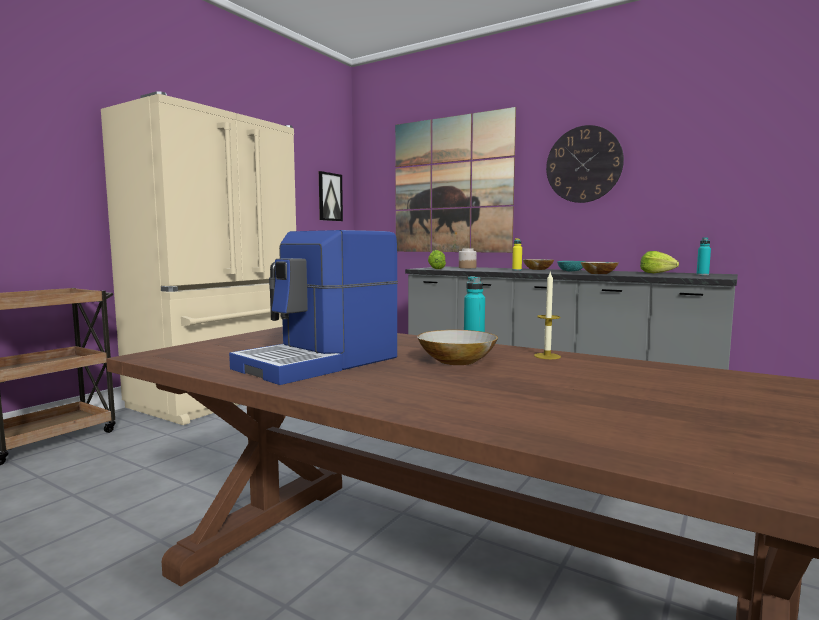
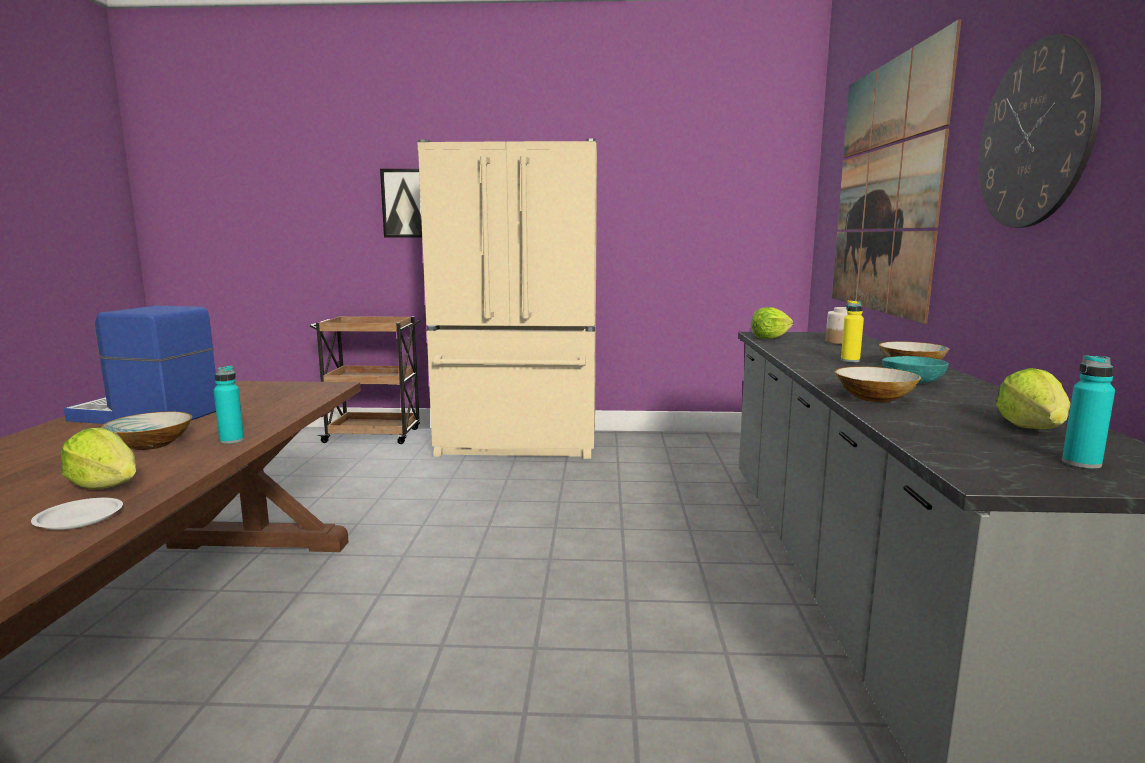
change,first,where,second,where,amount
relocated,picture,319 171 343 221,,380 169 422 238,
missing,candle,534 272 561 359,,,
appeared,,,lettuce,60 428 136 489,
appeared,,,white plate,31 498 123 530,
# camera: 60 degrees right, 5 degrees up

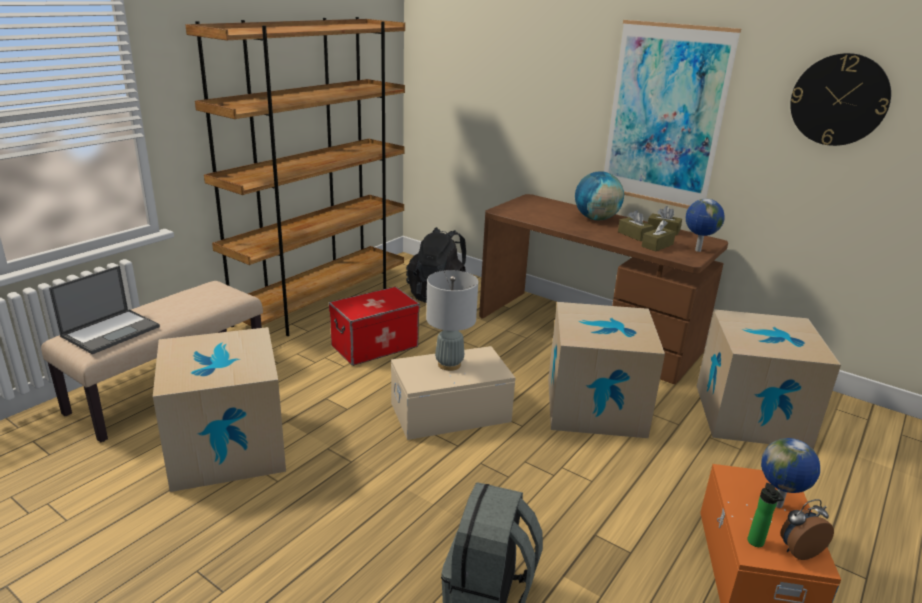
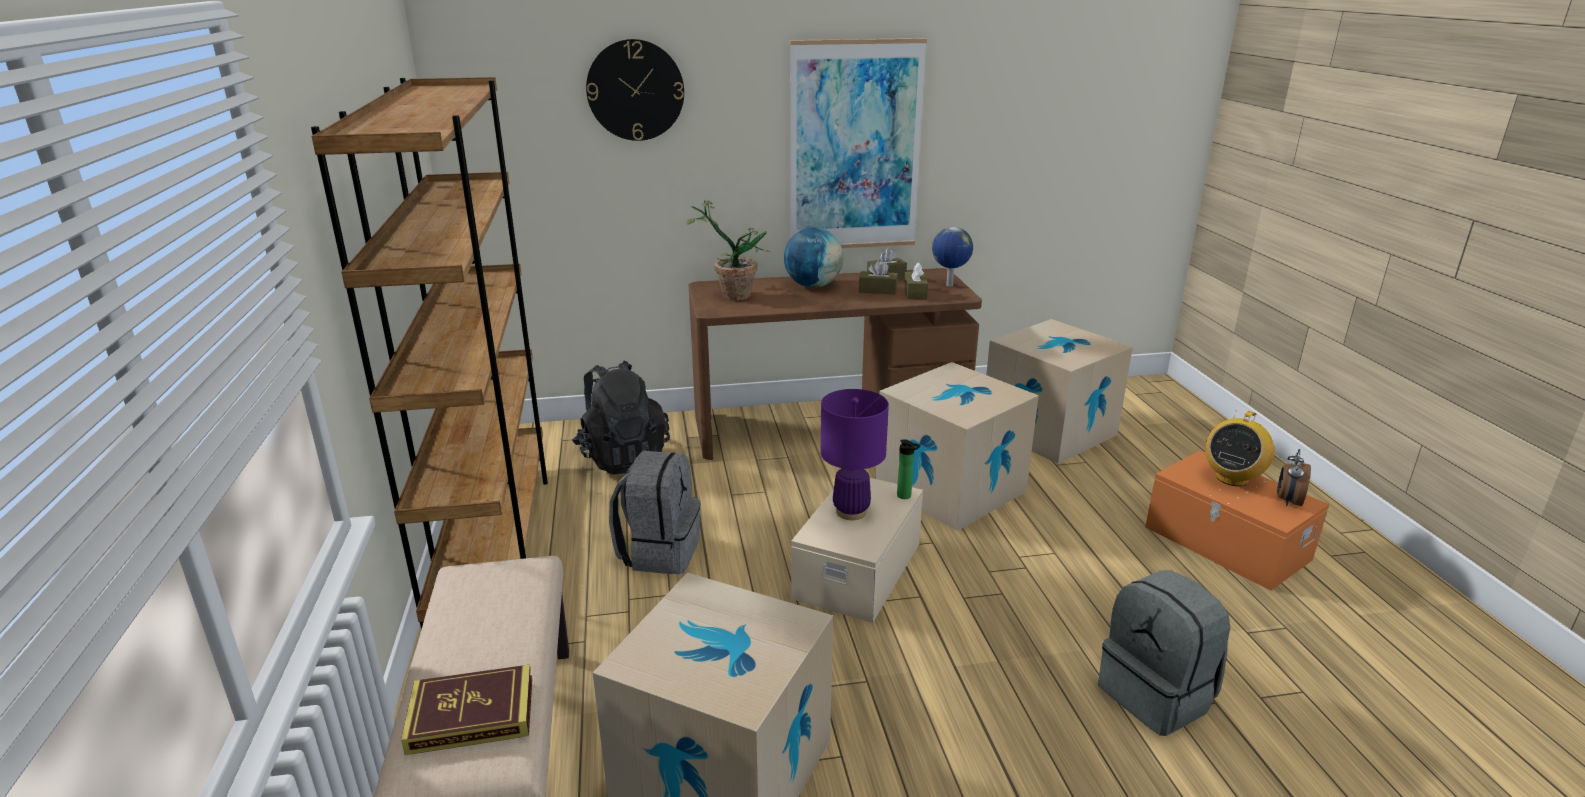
change,first,where,second,where,amount
relocated,wall clock,790 53 891 146,,586 39 684 141,
exchanged,laptop,49 266 160 354,book,401 665 532 755,
colour,grey table lamp,426 270 478 371,purple table lamp,821 389 889 520,
exchanged,storage box,329 287 420 366,grey backpack,609 451 701 574,
exchanged,globe,761 438 820 508,radio,1205 411 1275 486,
relocated,bottle,748 483 784 547,,897 440 921 499,
appeared,,,potted plant,686 200 770 301,
# camera: 45 degrees left, 0 degrees up

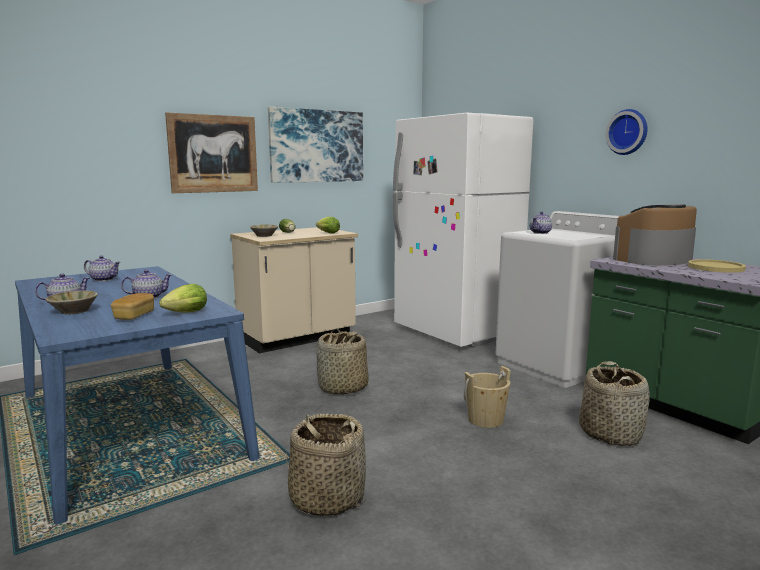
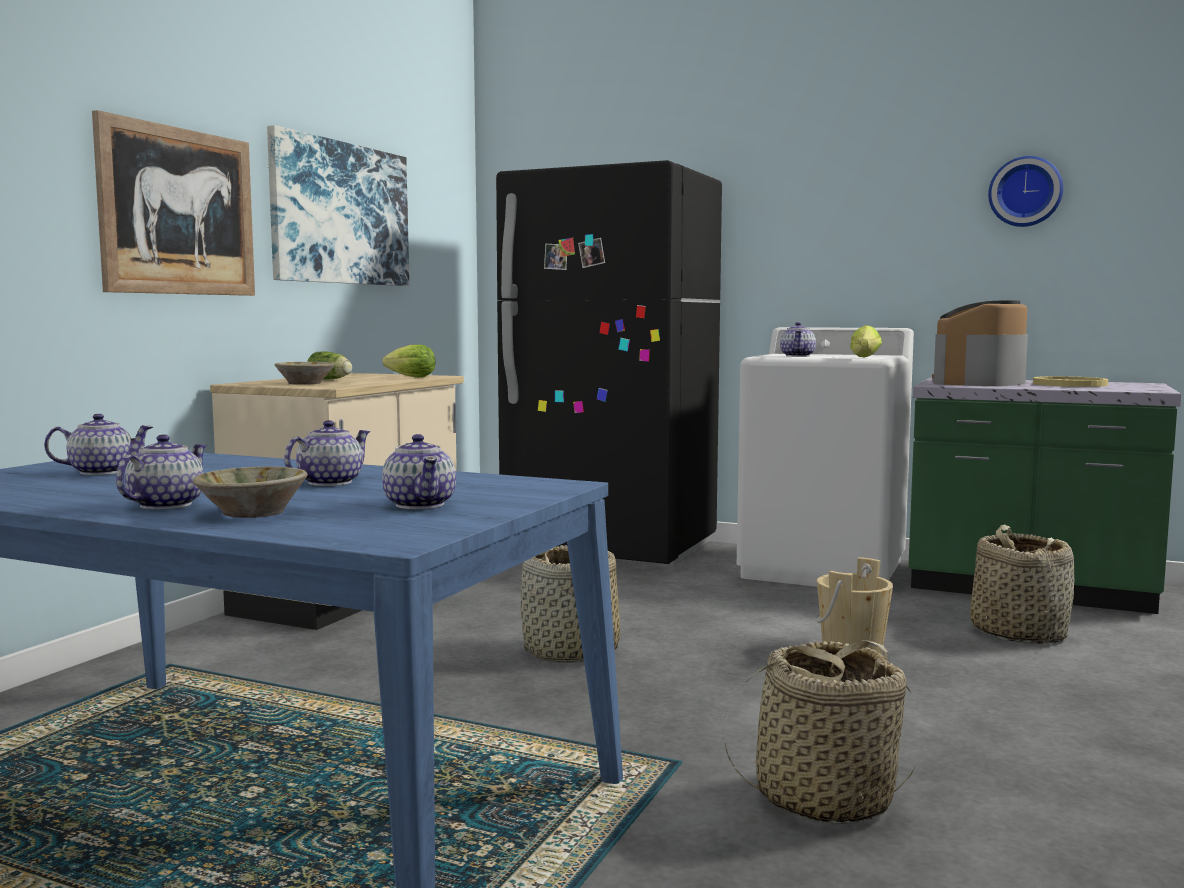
change,first,where,second,where,amount
relocated,wall clock,605 109 648 155,,988 156 1063 227,
colour,white fridge,393 113 533 347,black fridge,496 160 722 565,
relocated,lettuce,159 284 207 313,,850 325 882 358,
exchanged,bread,111 293 154 320,teapot,382 434 456 509,
# camera: 30 degrees left, 5 degrees down

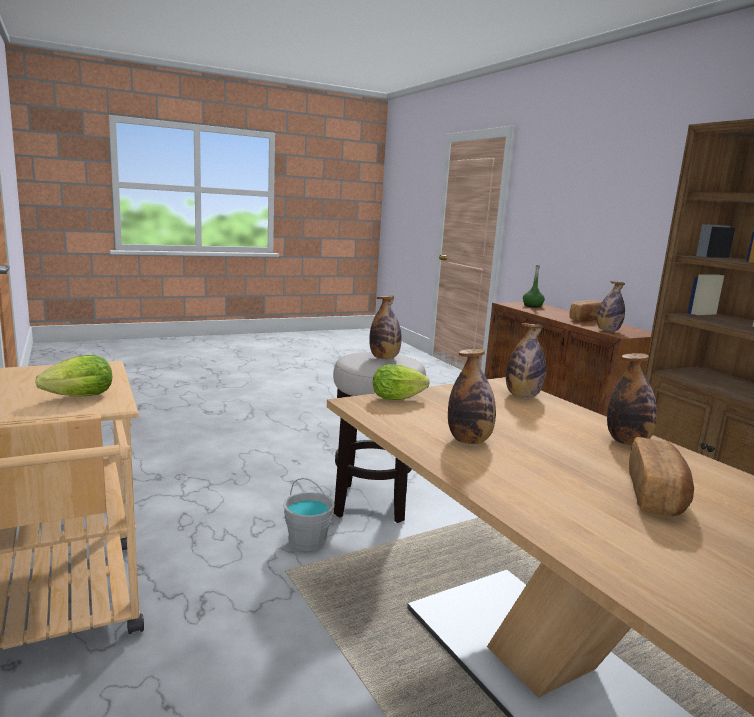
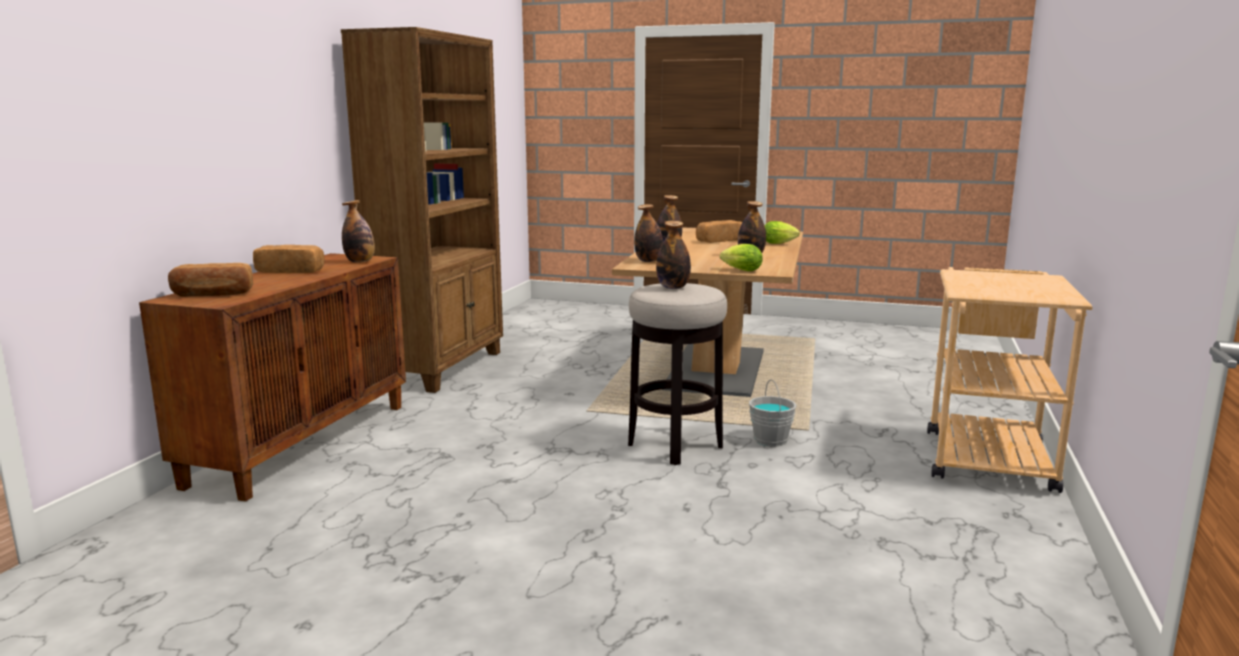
change,first,where,second,where,amount
exchanged,green bottle,523 265 545 308,bread,168 263 253 297,
relocated,lettuce,35 355 112 397,,764 221 800 244,
# camera: 135 degrees left, 0 degrees up

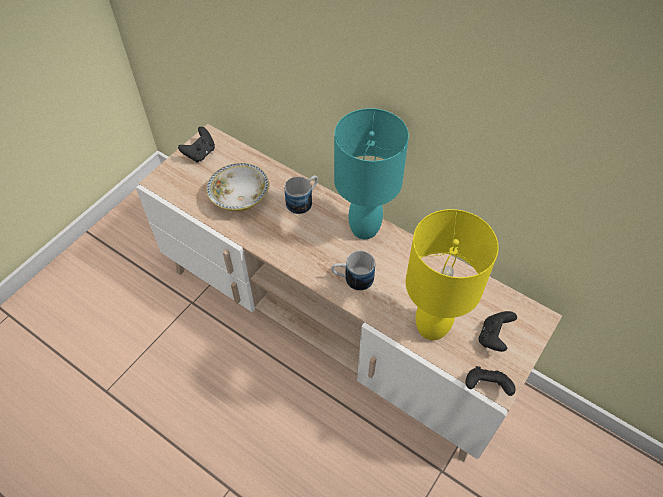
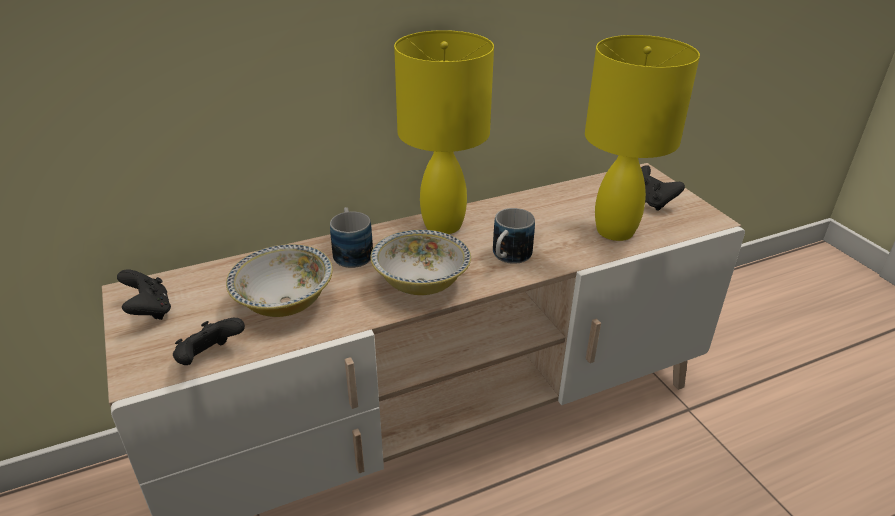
change,first,where,second,where,amount
colour,turquoise table lamp,334 108 409 239,yellow table lamp,394 30 494 234,
relocated,black game controller,466 366 516 396,,173 318 245 365,
appeared,,,bowl,370 230 471 295,
# camera: 60 degrees left, 20 degrees down

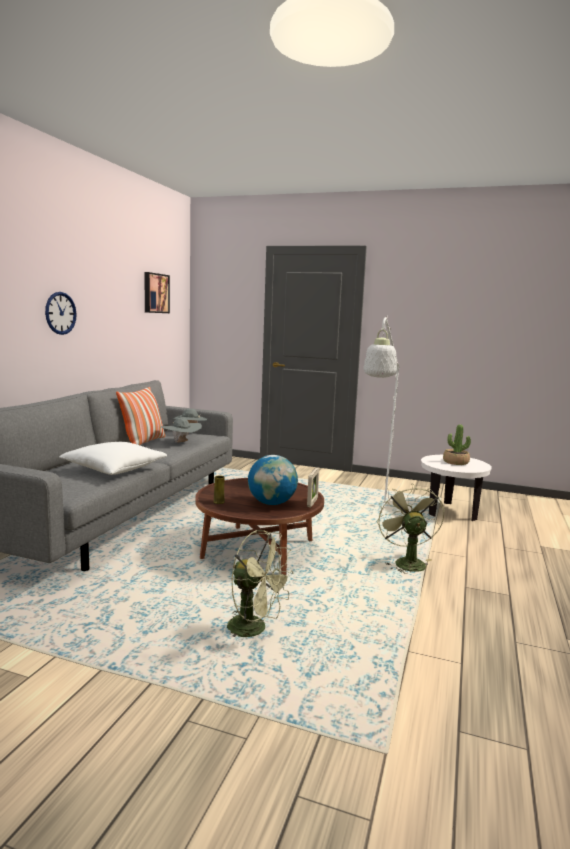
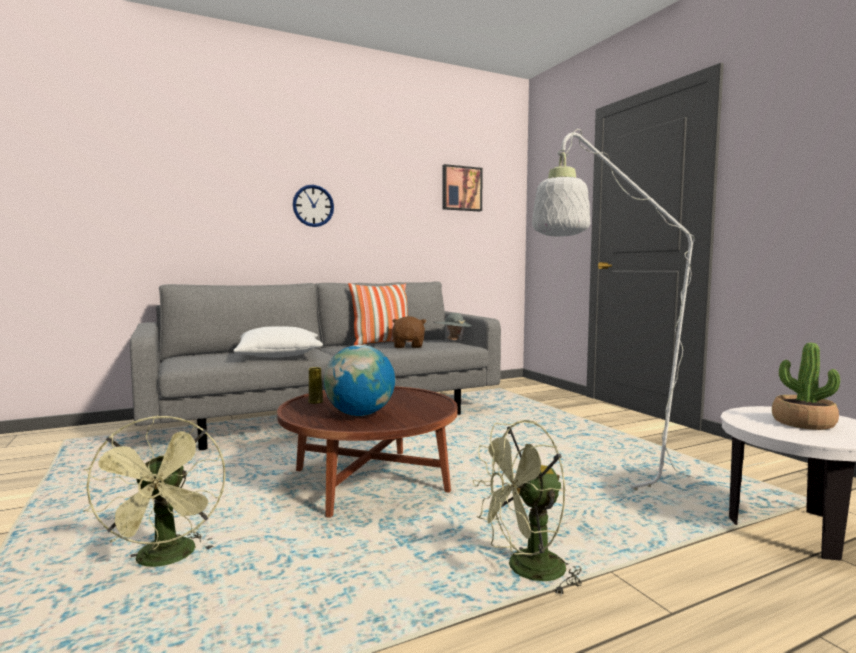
change,first,where,second,where,amount
exchanged,grey hat,161 418 202 443,brown plush toy,392 316 426 348,
missing,picture frame,307 468 319 507,,,
spun,green fan,377 483 444 574,,473 420 582 595,150 degrees counterclockwise
# camera: 45 degrees right, 5 degrees down

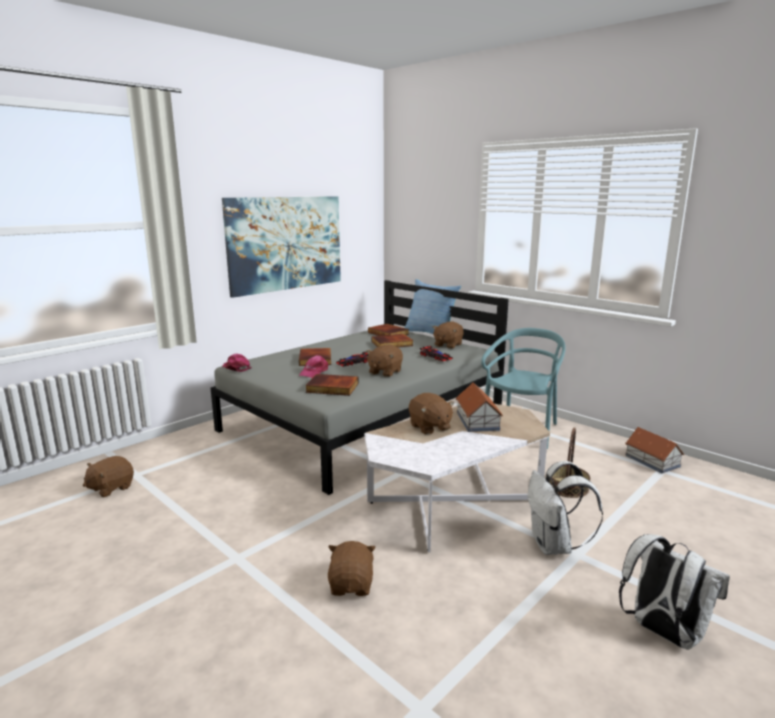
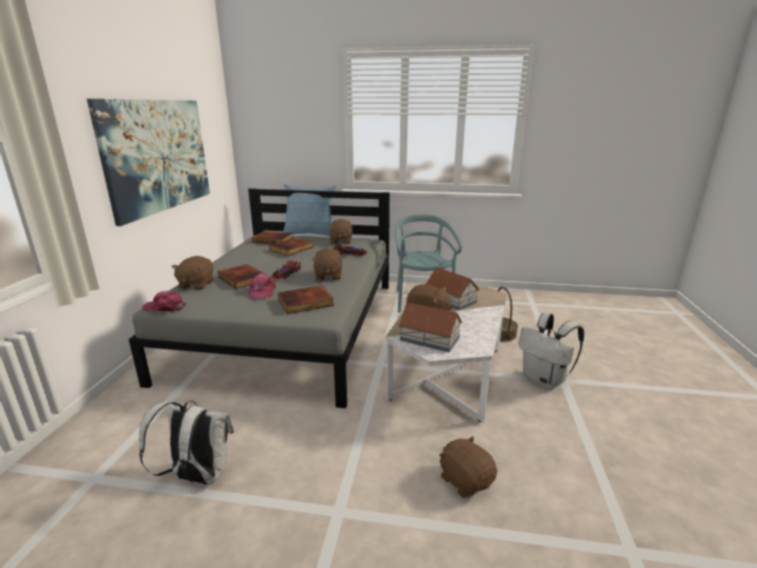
change,first,where,second,where,amount
relocated,toy house,625 427 685 473,,398 303 463 352,
relocated,brown plush toy,83 456 134 497,,172 256 214 290,
relocated,white backpack,619 534 730 650,,139 401 234 485,
# camera: 35 degrees left, 5 degrees up

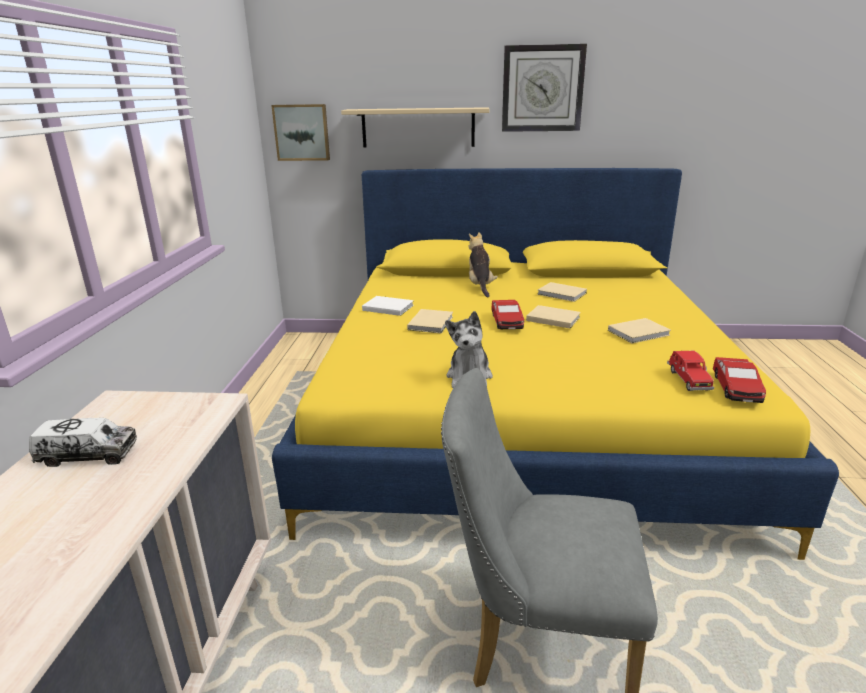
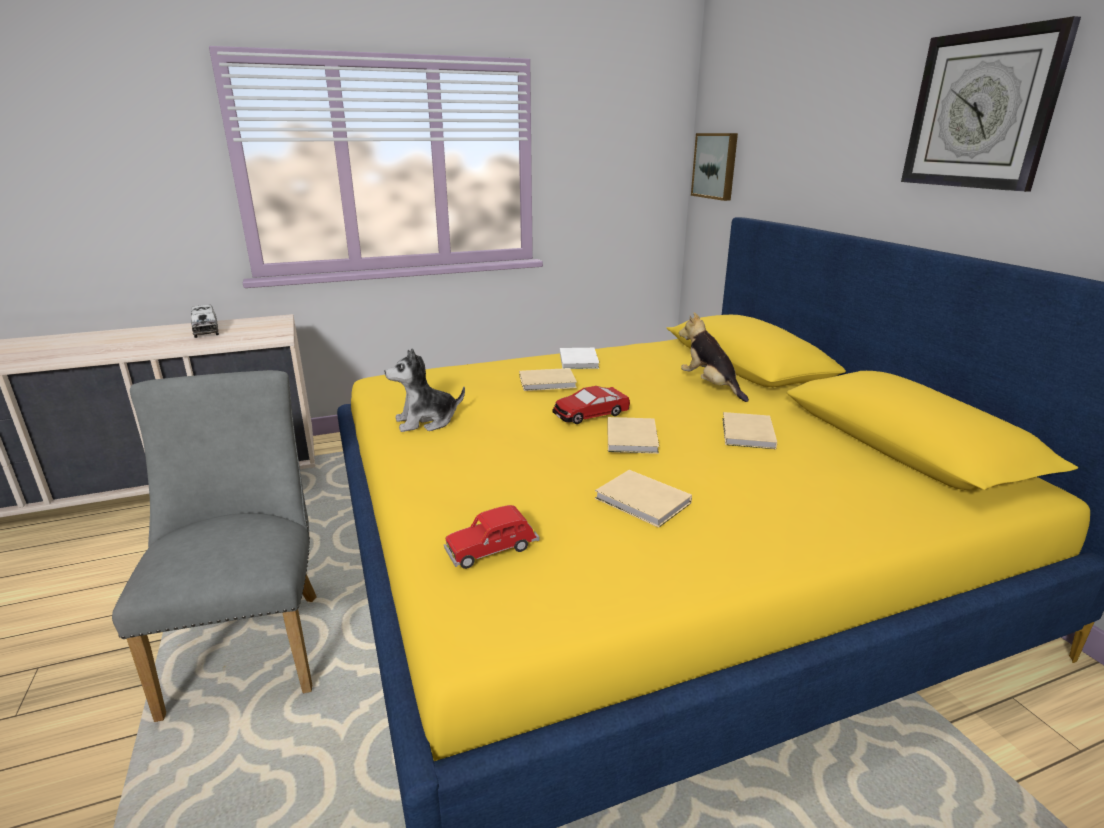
change,first,where,second,where,amount
missing,beige shelf,341 107 489 148,,,
spun,plush toy,468 232 498 297,,679 312 749 402,90 degrees counterclockwise
missing,toy car,713 357 766 403,,,
# camera: 65 degrees right, 0 degrees up

